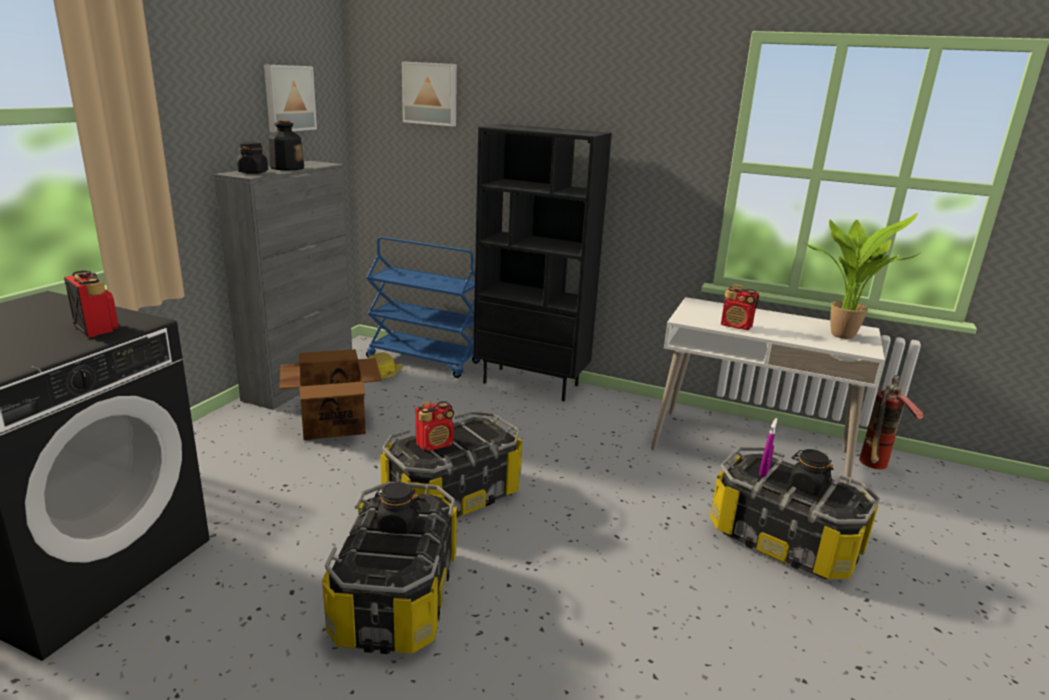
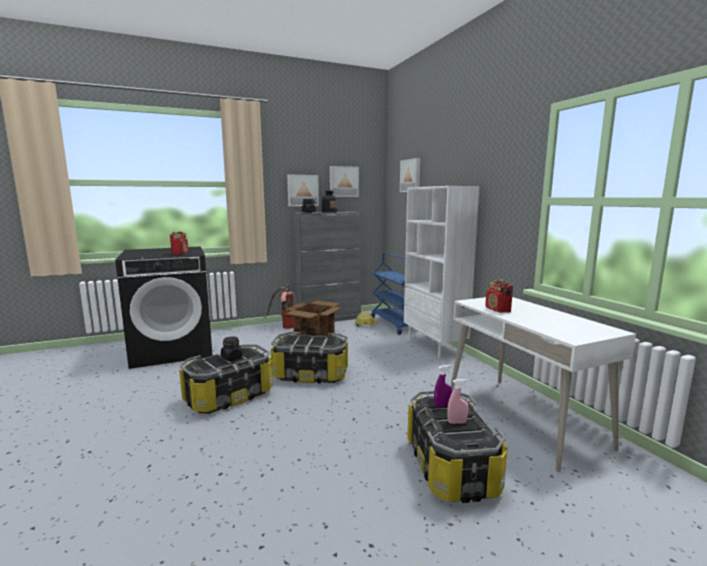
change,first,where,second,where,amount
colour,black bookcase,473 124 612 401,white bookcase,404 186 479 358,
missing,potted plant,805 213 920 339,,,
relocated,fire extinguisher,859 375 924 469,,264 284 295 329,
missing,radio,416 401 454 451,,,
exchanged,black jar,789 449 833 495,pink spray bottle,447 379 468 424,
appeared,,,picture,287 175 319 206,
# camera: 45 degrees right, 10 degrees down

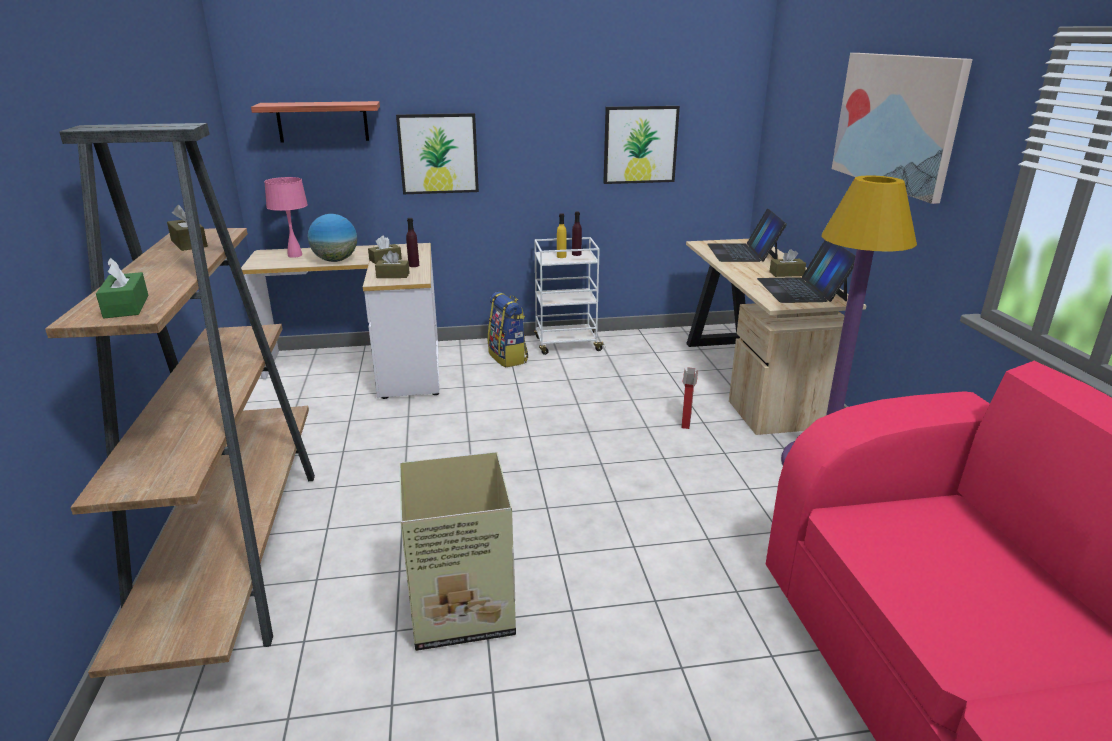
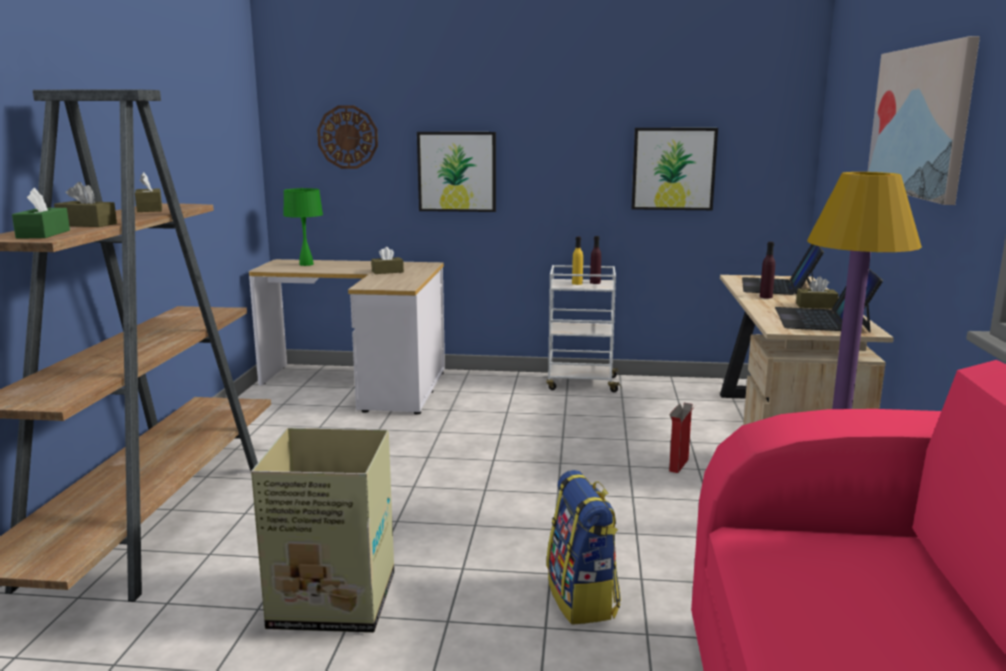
change,first,where,second,where,amount
exchanged,shelf,251 101 380 142,wall clock,317 106 378 169,
colour,pink table lamp,264 177 308 258,green table lamp,283 188 323 266,
missing,globe,308 214 357 262,,,
relocated,purple bottle,406 218 419 267,,760 242 775 299,
relocated,brown tissue box,375 251 410 278,,54 182 117 227,
relocated,backpack,488 292 528 368,,546 470 621 625,
# camera: 15 degrees right, 10 degrees down

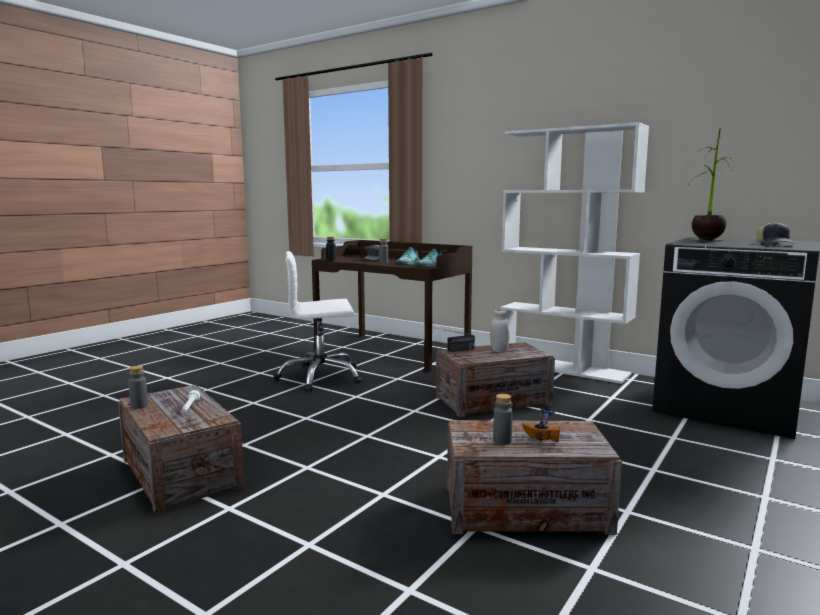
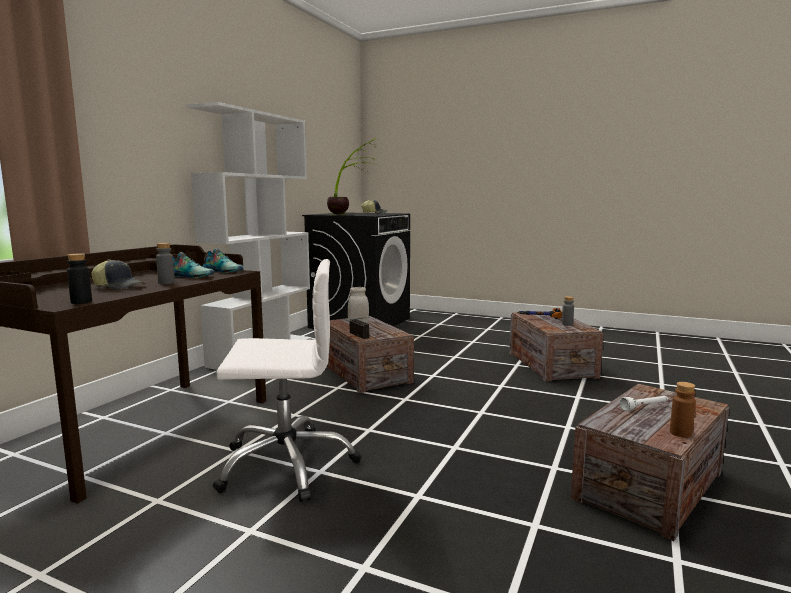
change,first,where,second,where,amount
spun,white office chair,274 251 362 392,,213 259 361 503,75 degrees counterclockwise
colour,grey bottle,128 366 148 409,brown bottle,670 382 696 438,
# camera: 100 degrees left, 0 degrees up

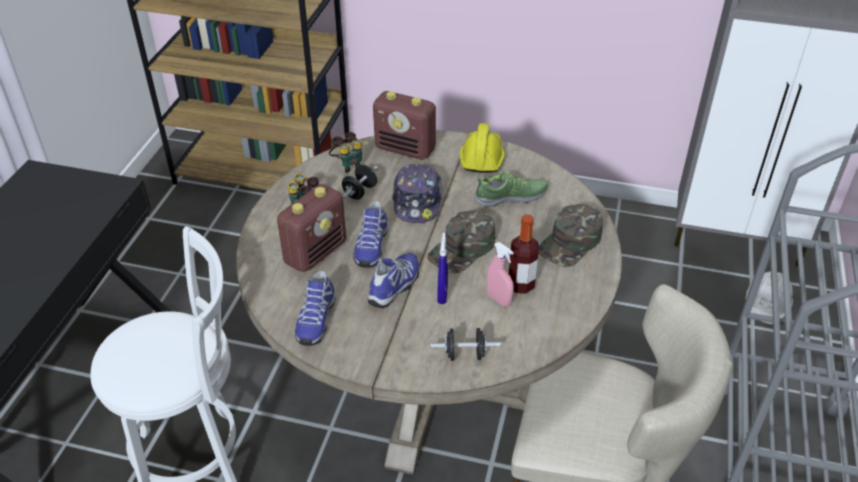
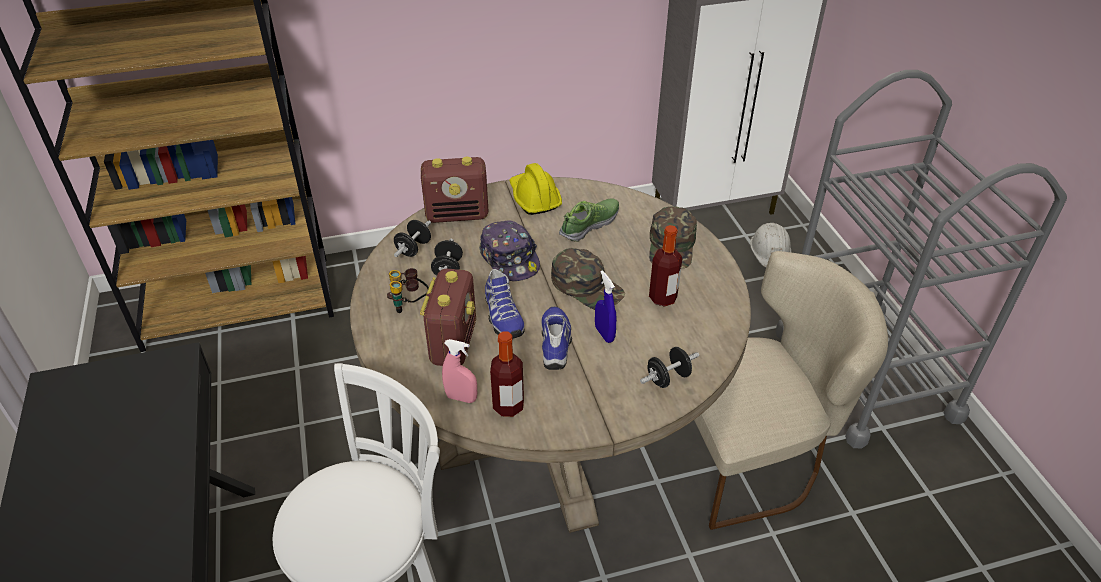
change,first,where,second,where,amount
exchanged,binoculars,329 132 362 173,black dumbbell,394 220 431 257,
spun,green cap,427 210 495 273,,551 248 625 310,60 degrees counterclockwise
relocated,pink spray bottle,487 242 514 307,,442 339 477 403,
exchanged,shoe,295 271 336 346,bottle,490 331 524 417,
# camera: 30 degrees left, 0 degrees up

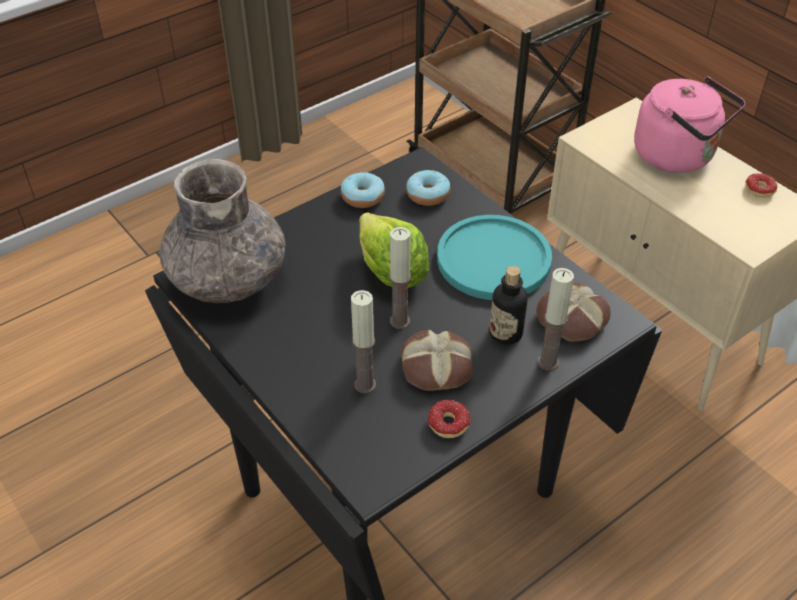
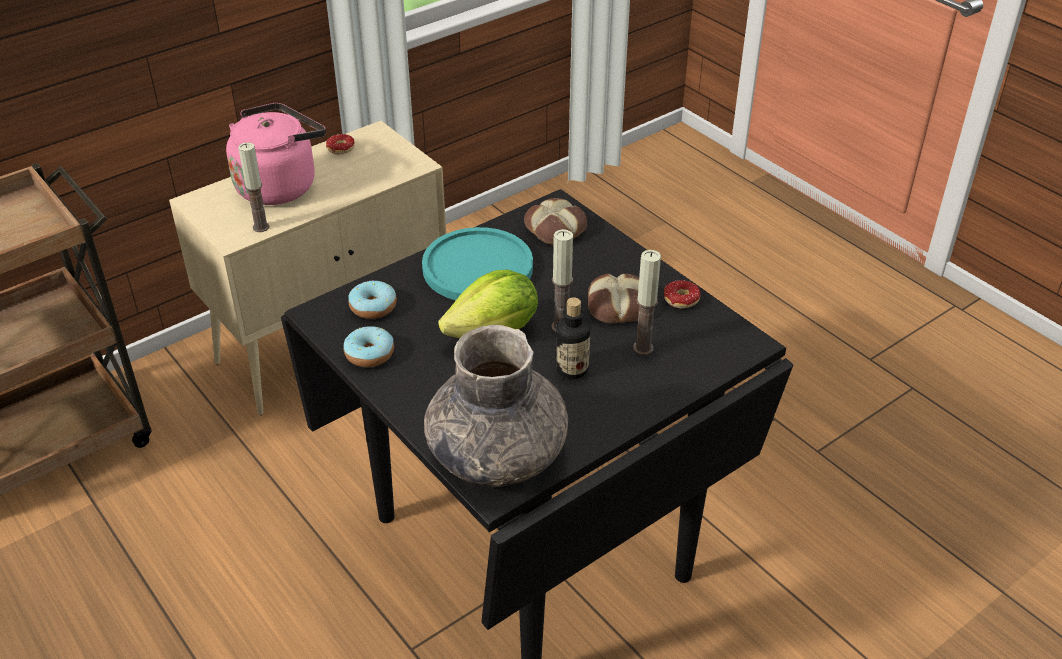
change,first,where,second,where,amount
relocated,bottle,489 266 528 345,,555 297 590 379,
relocated,candle,538 268 574 371,,238 142 269 232,
# camera: 90 degrees left, 5 degrees down

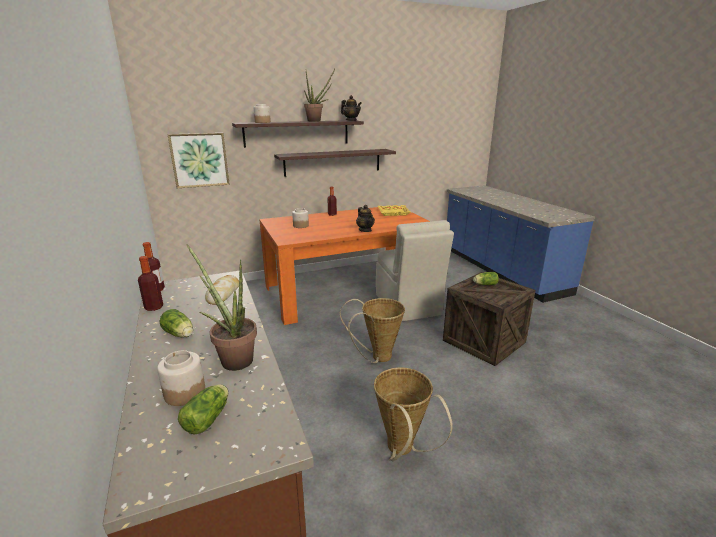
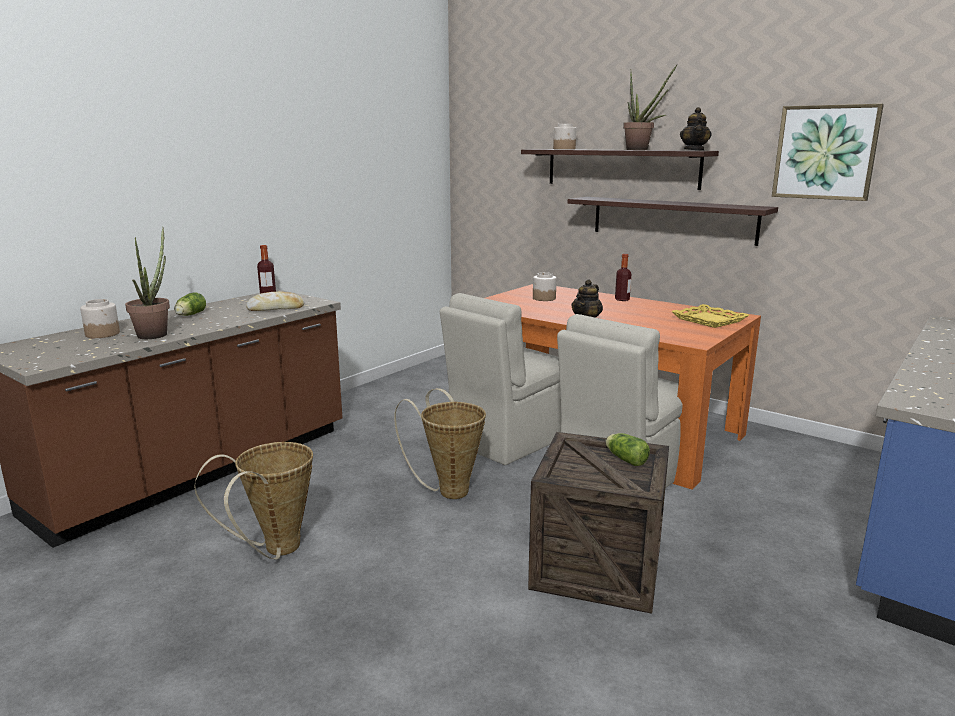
change,first,where,second,where,amount
relocated,picture,168 133 230 188,,772 104 884 201,
missing,bottle,138 256 163 311,,,
missing,lettuce,178 384 229 435,,,
appeared,,,beige chair,440 293 561 465,
# camera: 60 degrees right, 5 degrees down

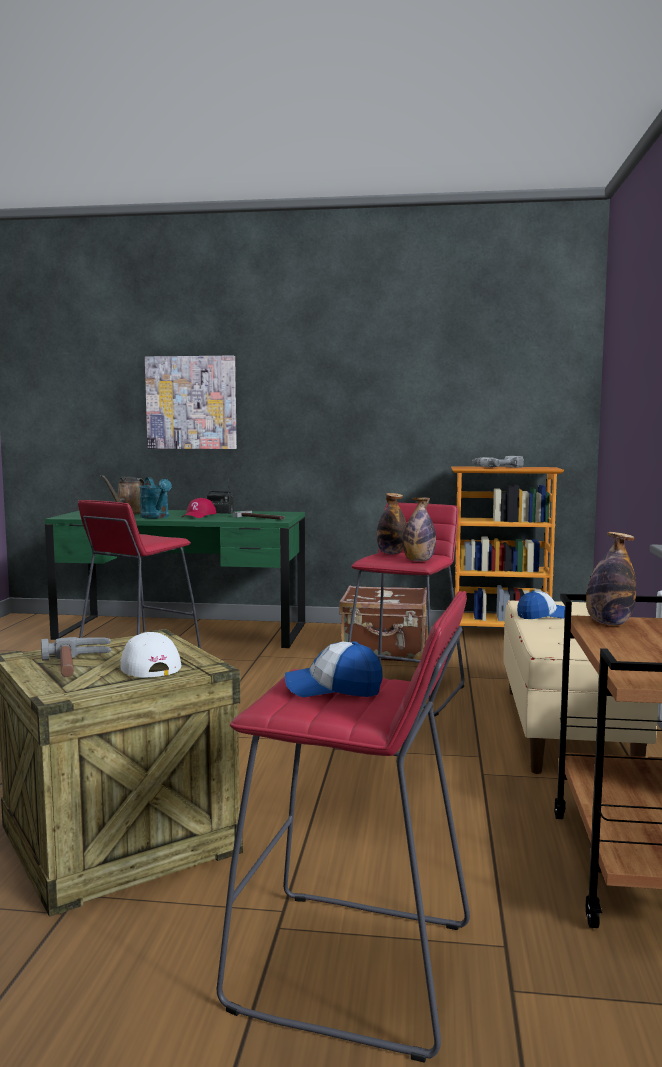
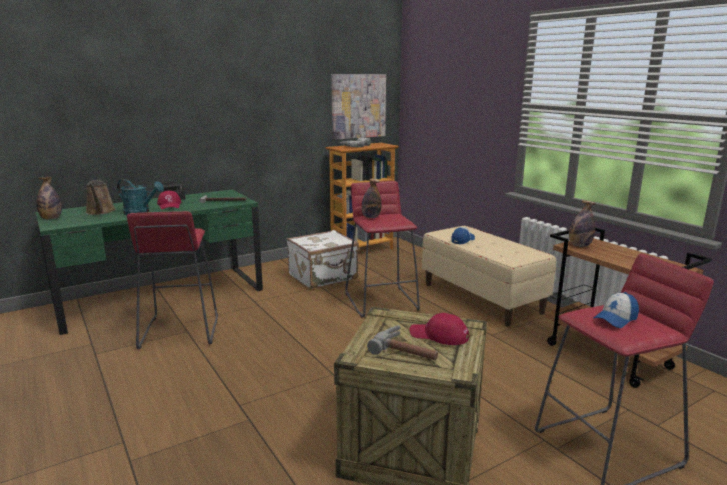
change,first,where,second,where,amount
relocated,picture,145 356 237 449,,331 74 386 140,
relocated,bottle,403 498 436 561,,36 177 62 219,
colour,brown suitcase,339 586 427 662,white suitcase,287 230 359 289,
colour,white cap,120 632 181 678,red cap,410 313 469 345,
# camera: 40 degrees left, 10 degrees up

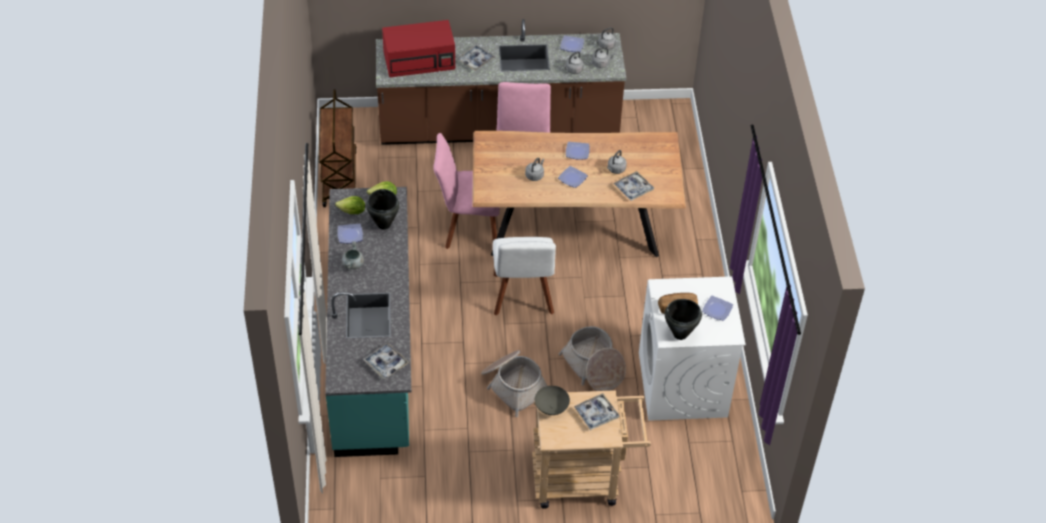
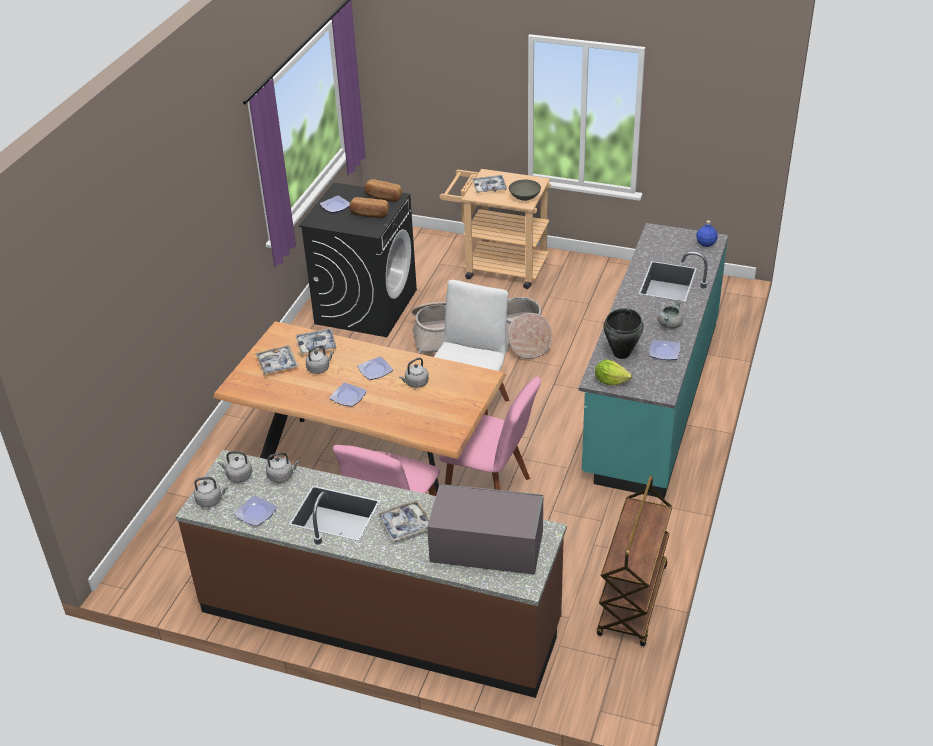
change,first,where,second,where,amount
colour,red microwave,382 20 455 77,grey microwave,427 484 543 575,
missing,lettuce,335 196 365 214,,,
colour,white washing machine,639 276 746 421,black washing machine,299 182 417 337,
exchanged,black cooking pot,665 299 702 340,bread,364 179 402 202,
relocated,tray,363 343 410 379,,255 346 298 375,
appeared,,,blue bottle,696 220 718 247,
# camera: 155 degrees left, 10 degrees down

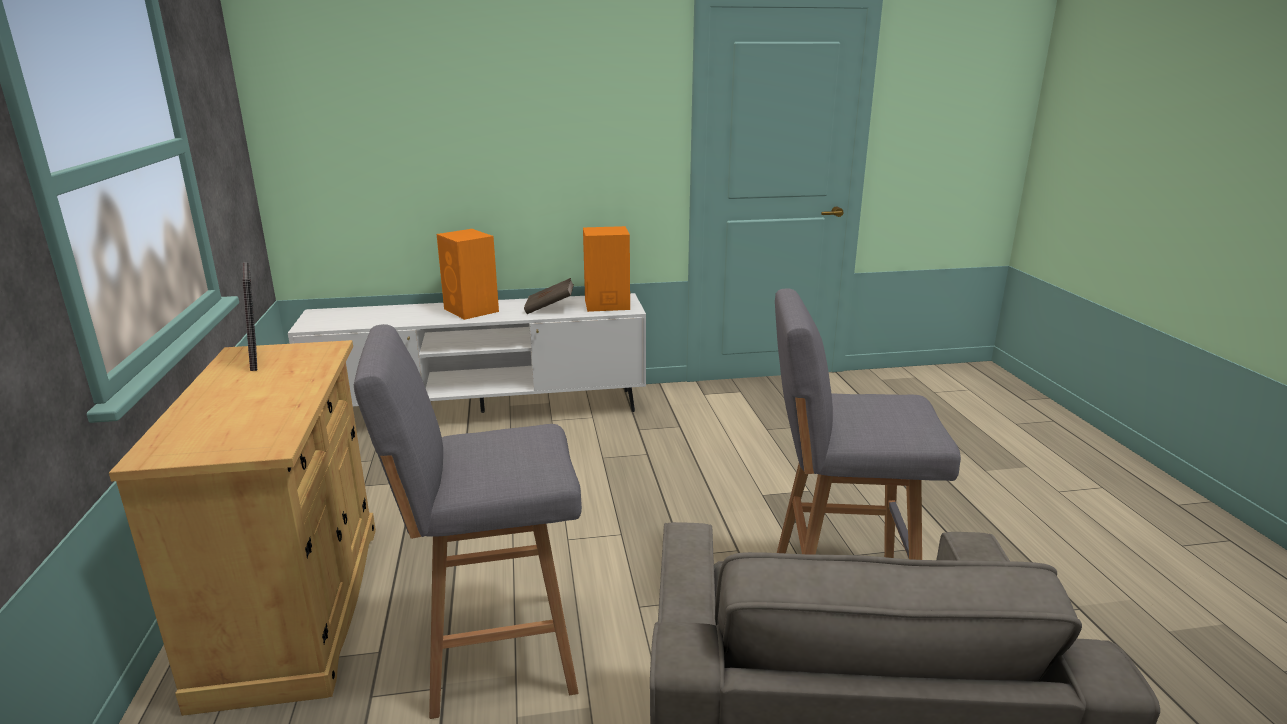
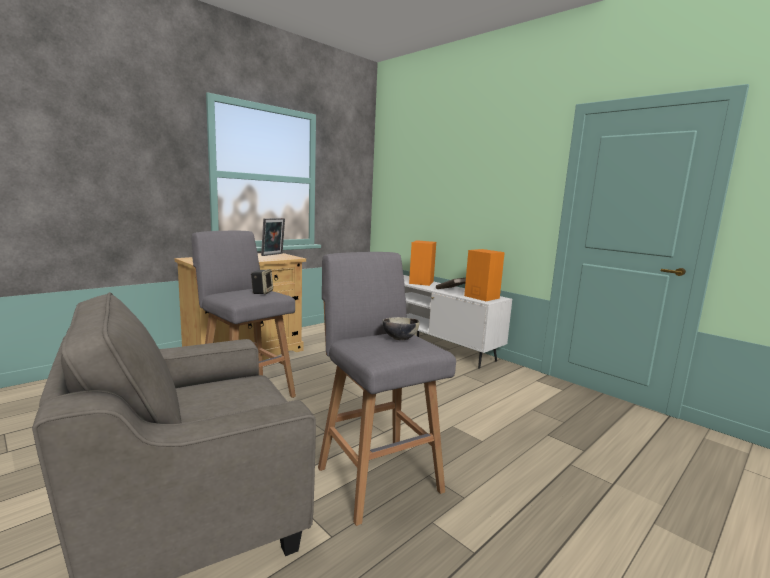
change,first,where,second,where,amount
appeared,,,speaker,251 269 273 294,
appeared,,,bowl,382 317 420 340,
# camera: 55 degrees right, 10 degrees down

